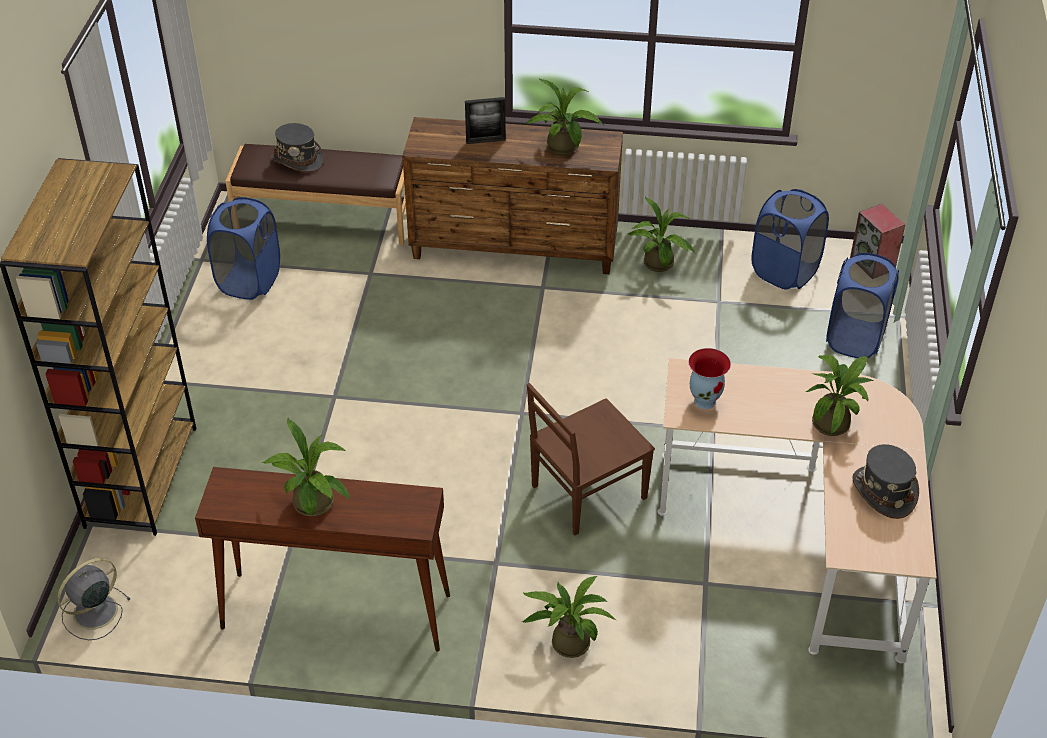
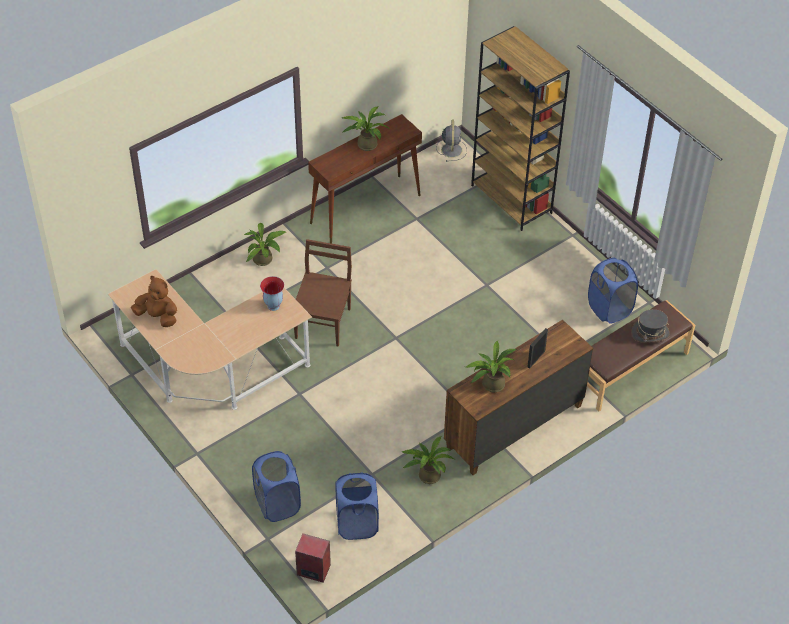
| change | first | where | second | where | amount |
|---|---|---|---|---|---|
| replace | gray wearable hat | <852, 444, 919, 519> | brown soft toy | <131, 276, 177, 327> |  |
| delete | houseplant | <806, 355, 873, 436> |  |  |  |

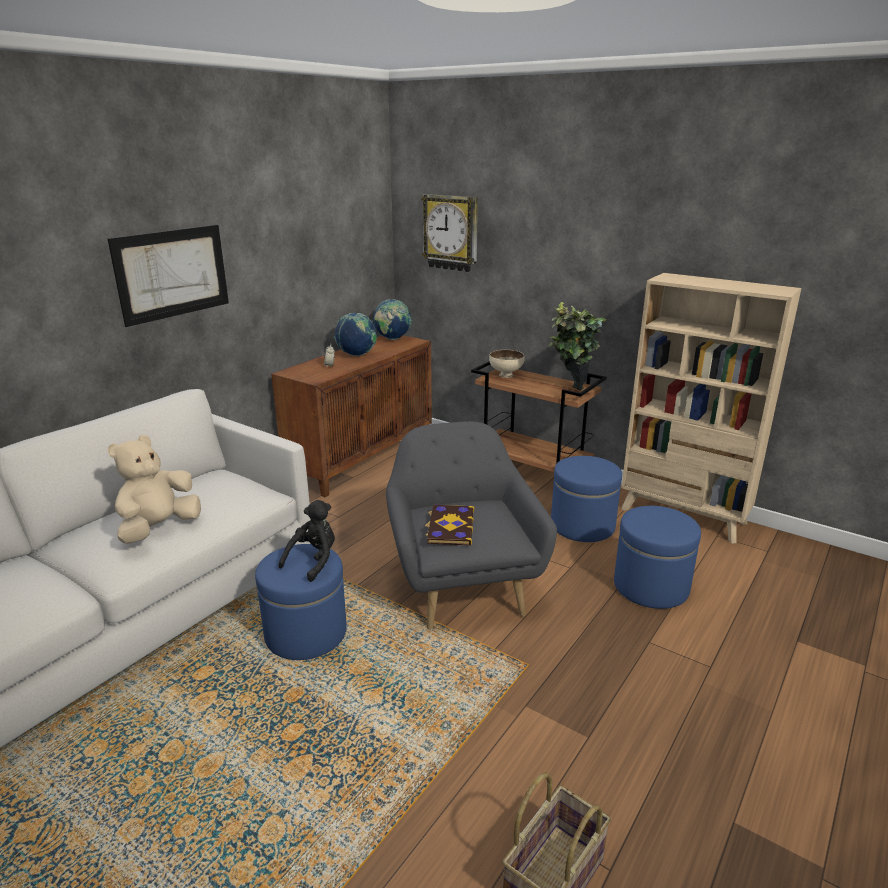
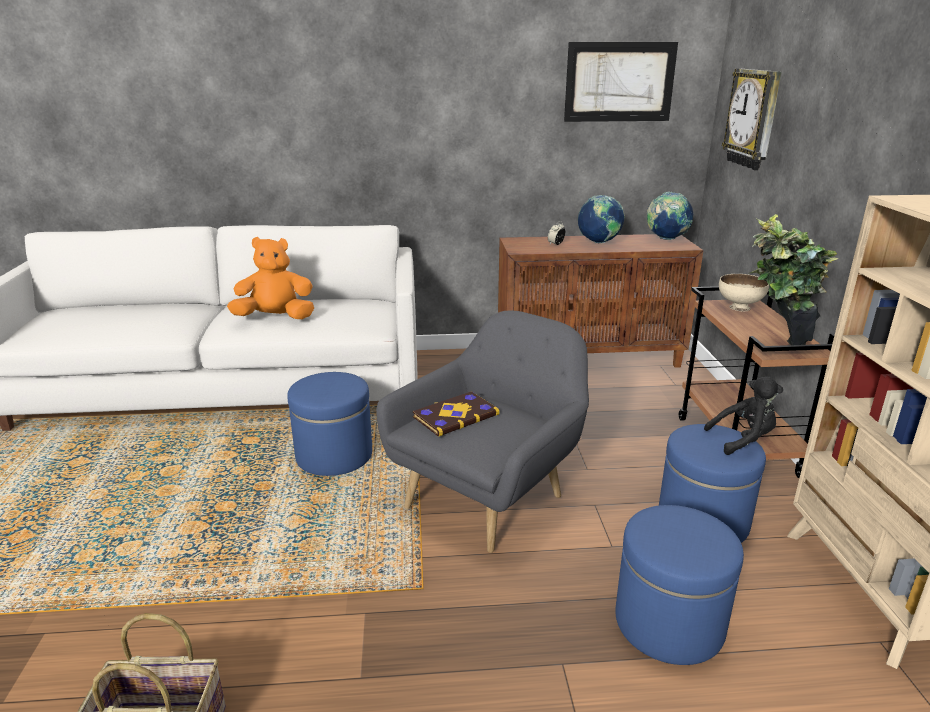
| change | first | where | second | where | amount |
|---|---|---|---|---|---|
| recolor | beige-coloured soft toy | <108, 435, 201, 544> | orangey soft toy | <227, 237, 314, 319> |  |
| move | wall art | <108, 225, 229, 327> |  | <564, 42, 678, 122> |  |
| move | black-coloured soft toy | <278, 500, 335, 582> |  | <704, 377, 783, 455> |  |

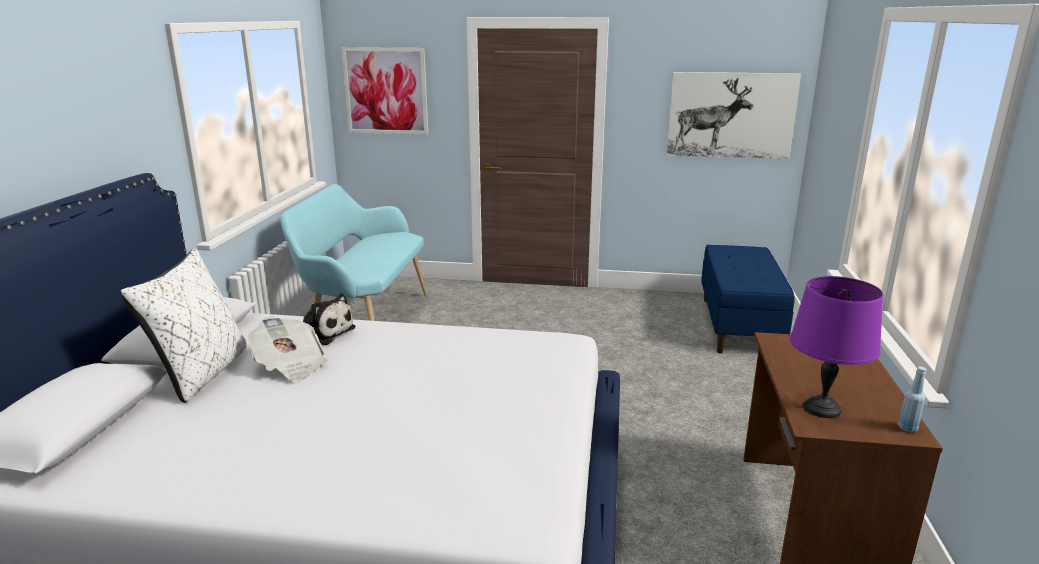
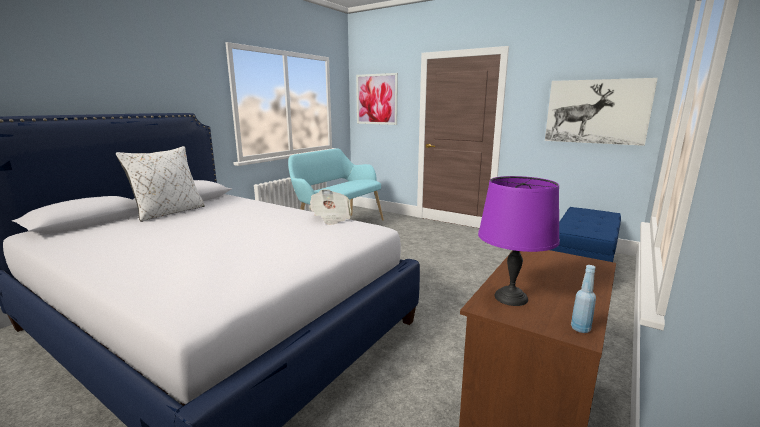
| change | first | where | second | where | amount |
|---|---|---|---|---|---|
| move | daily paper | <248, 317, 327, 382> |  | <309, 189, 351, 225> |  |
| delete | soft toy | <303, 293, 356, 345> |  |  |  |

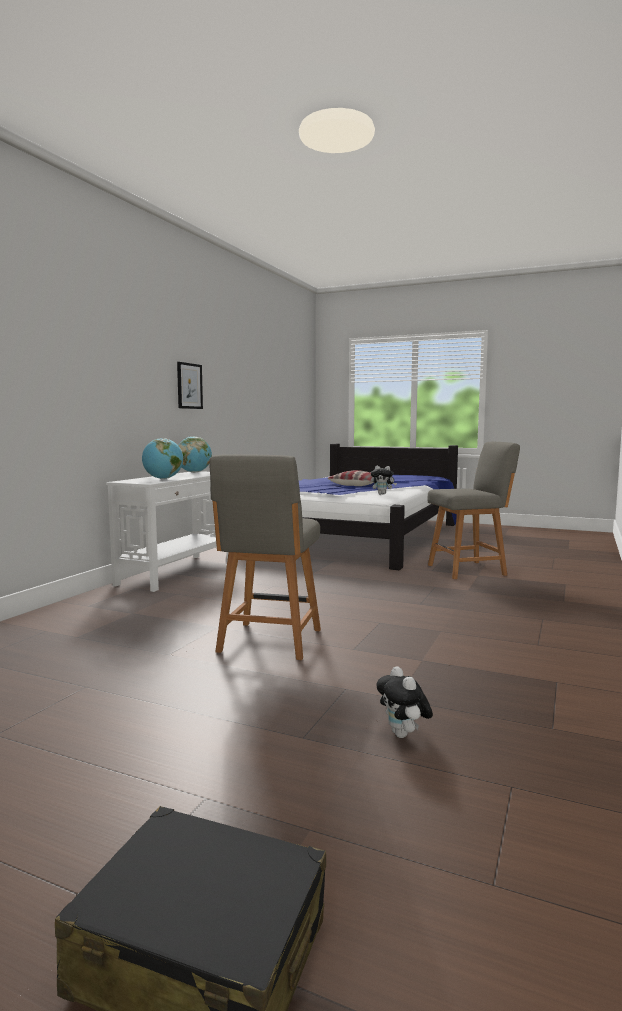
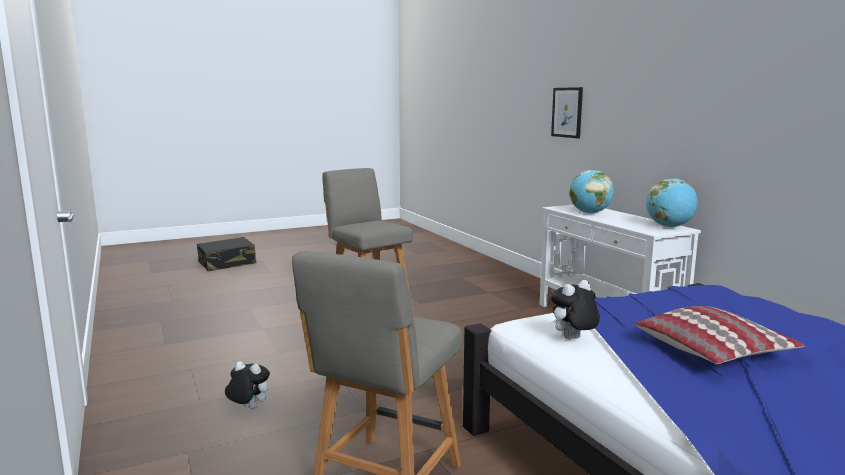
| change | first | where | second | where | amount |
|---|---|---|---|---|---|
| move | soft toy | <376, 666, 433, 738> |  | <225, 361, 270, 409> |  |
| move | wall art | <177, 362, 203, 409> |  | <551, 87, 583, 138> |  |

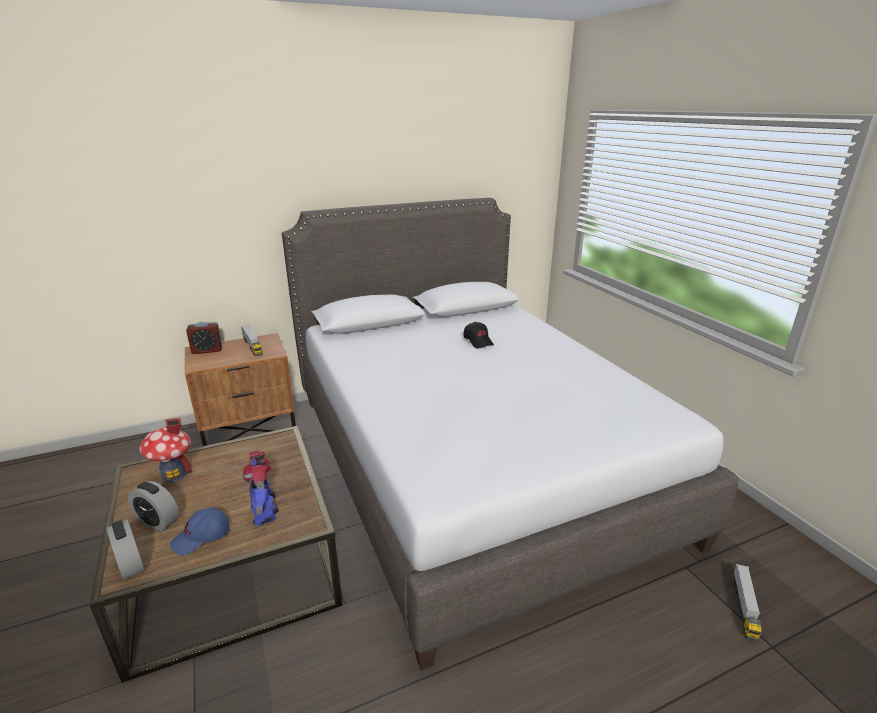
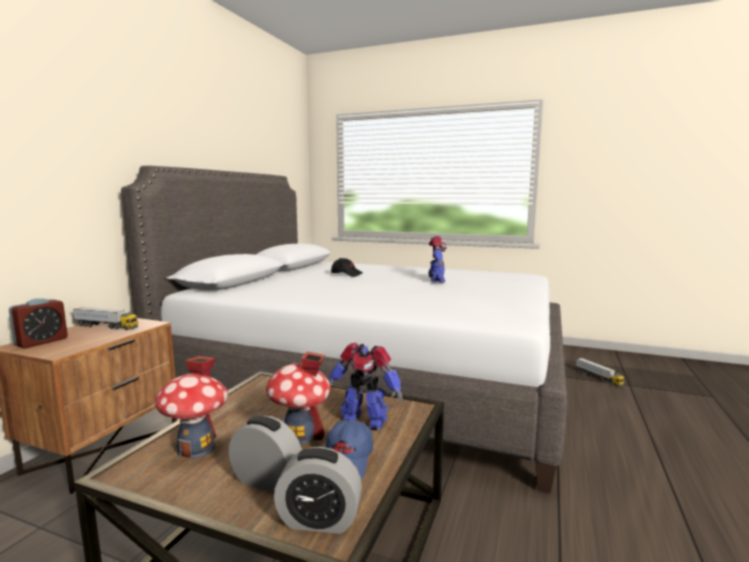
| change | first | where | second | where | amount |
|---|---|---|---|---|---|
| rotate | alarm clock | <128, 481, 179, 531> |  | <228, 416, 302, 493> | 135 degrees counterclockwise |
| insert |  |  | toy house | <266, 351, 330, 444> |  |
| insert |  |  | model robot | <428, 236, 446, 283> |  |

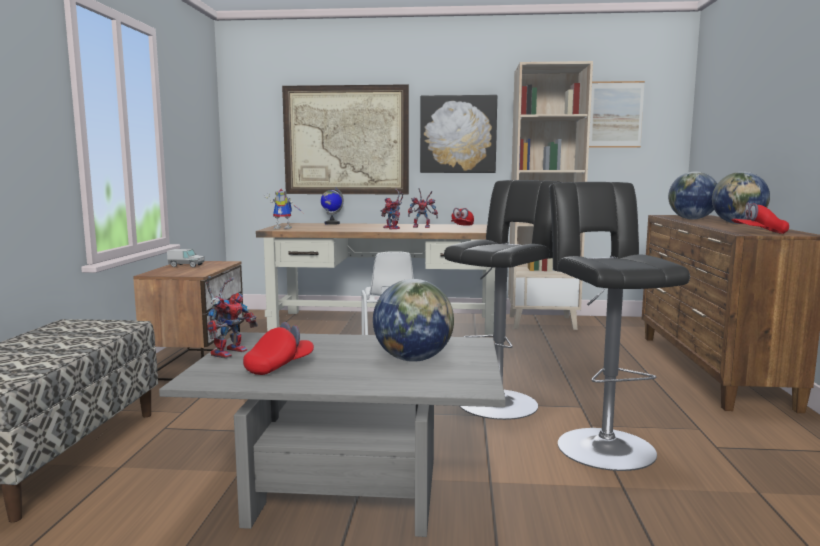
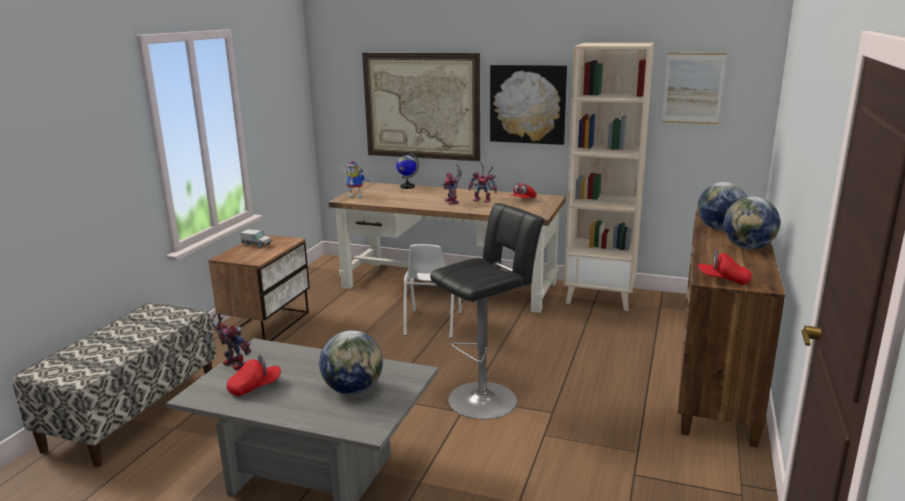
| change | first | where | second | where | amount |
|---|---|---|---|---|---|
| rotate | model robot | <206, 276, 258, 359> |  | <211, 314, 252, 371> | 90 degrees counterclockwise |
| delete | black-coloured sitting stool | <549, 182, 690, 471> |  |  |  |

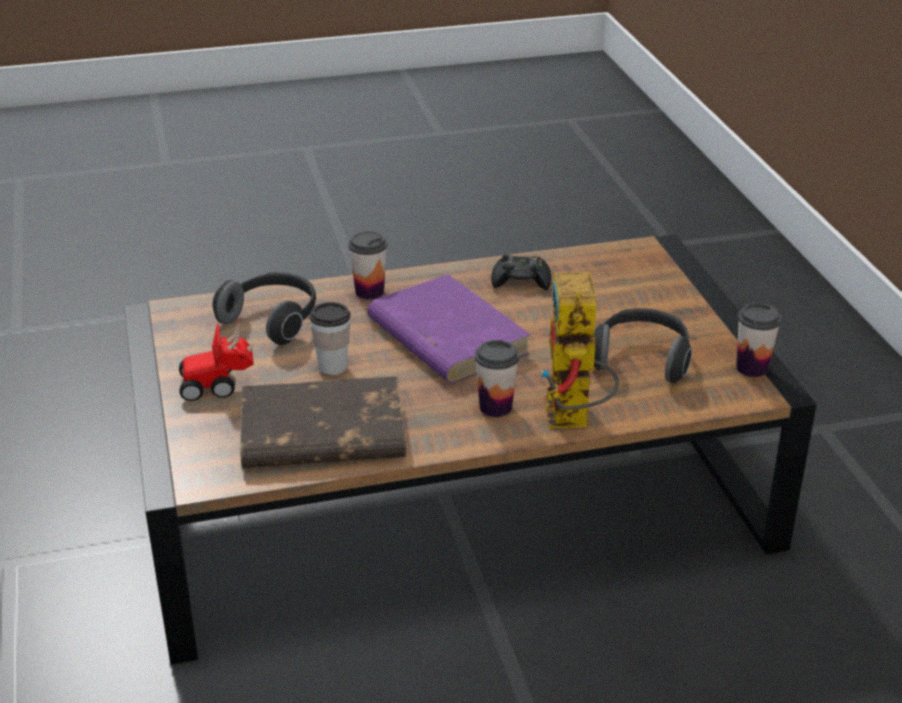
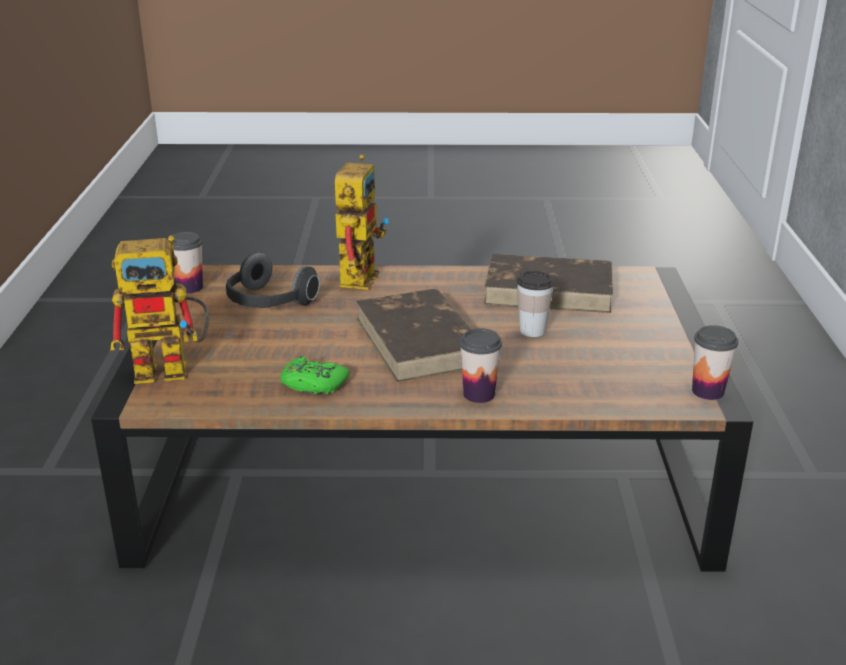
| change | first | where | second | where | amount |
|---|---|---|---|---|---|
| insert |  |  | model robot | <110, 235, 209, 384> |  |
| recolor | black-coloured game controller | <491, 254, 551, 290> | greenish game controller | <280, 356, 350, 394> |  |
| recolor | purplish volume | <367, 274, 531, 384> | brown volume | <356, 289, 471, 382> |  |
| move | drinking cup | <475, 340, 519, 417> |  | <692, 325, 738, 400> |  |
| delete | model car | <179, 319, 254, 401> |  |  |  |
| delete | pair of headphones | <212, 272, 316, 345> |  |  |  |

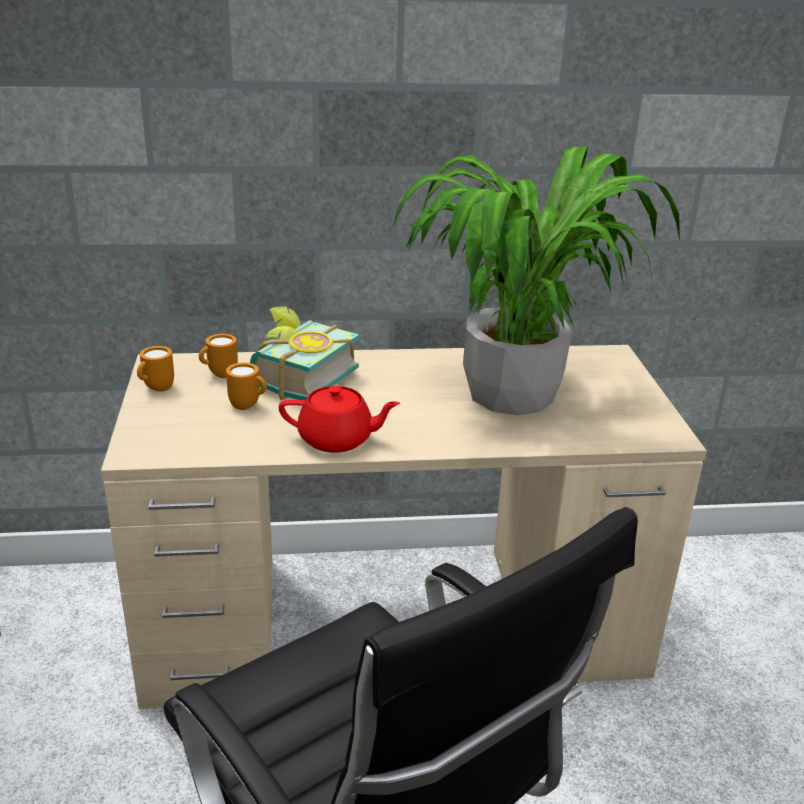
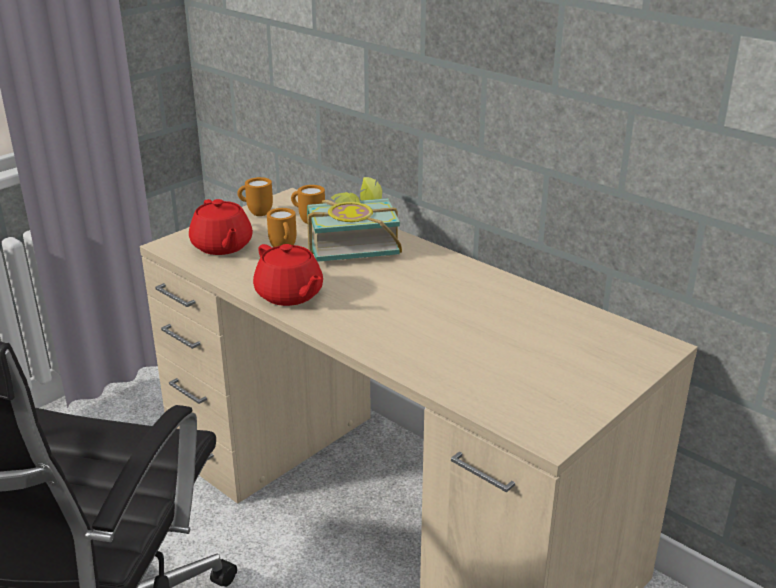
| change | first | where | second | where | amount |
|---|---|---|---|---|---|
| insert |  |  | red-coloured teapot | <189, 199, 253, 255> |  |
| delete | houseplant | <393, 146, 680, 415> |  |  |  |

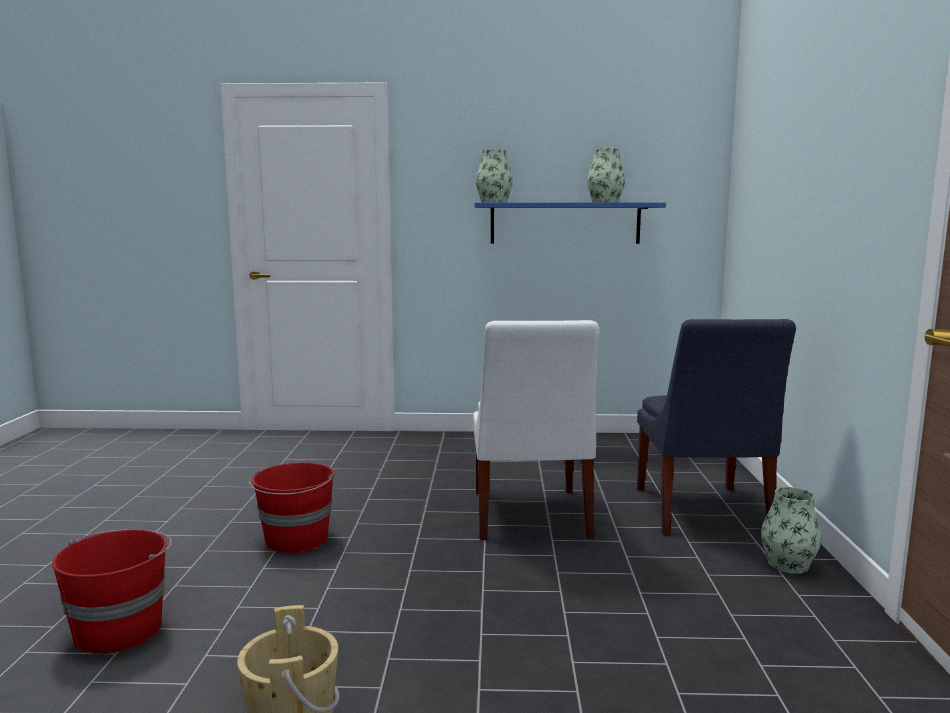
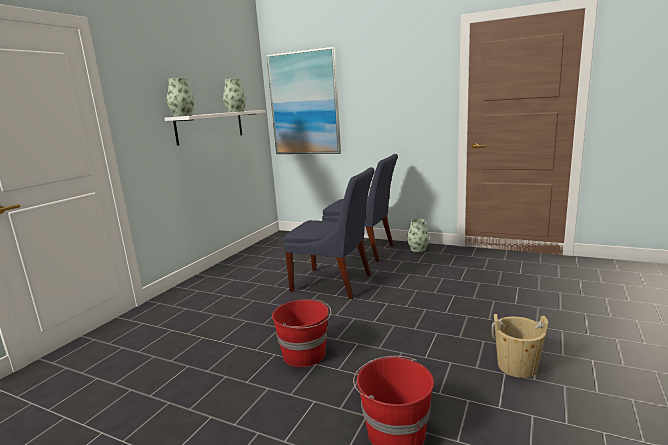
| change | first | where | second | where | amount |
|---|---|---|---|---|---|
| recolor | bluish wall shelf | <475, 202, 666, 244> | white-coloured wall shelf | <164, 110, 266, 146> |  |
| insert |  |  | wall art | <266, 47, 341, 154> |  |
| recolor | white-coloured chair | <473, 320, 599, 540> | bluish chair | <284, 167, 375, 299> |  |

